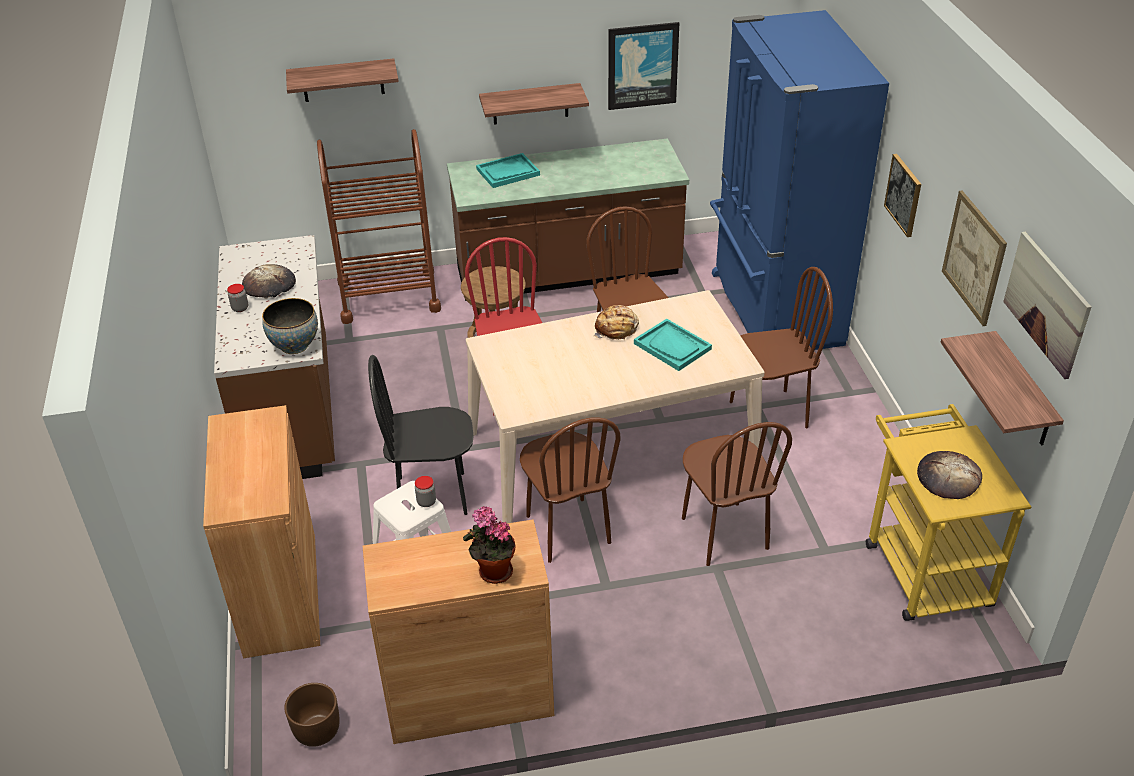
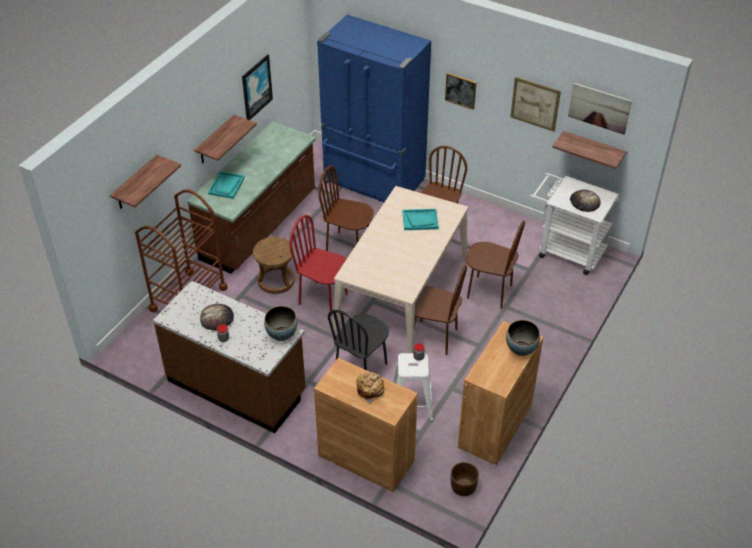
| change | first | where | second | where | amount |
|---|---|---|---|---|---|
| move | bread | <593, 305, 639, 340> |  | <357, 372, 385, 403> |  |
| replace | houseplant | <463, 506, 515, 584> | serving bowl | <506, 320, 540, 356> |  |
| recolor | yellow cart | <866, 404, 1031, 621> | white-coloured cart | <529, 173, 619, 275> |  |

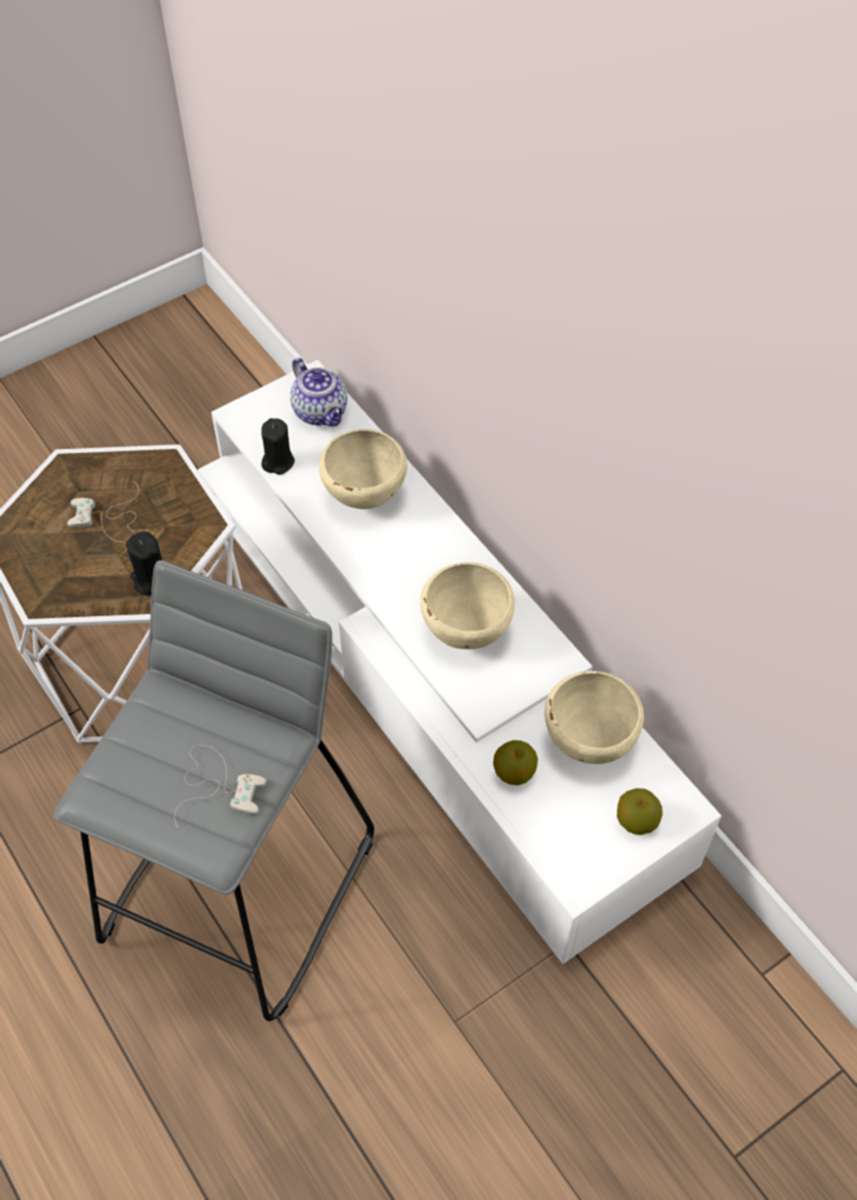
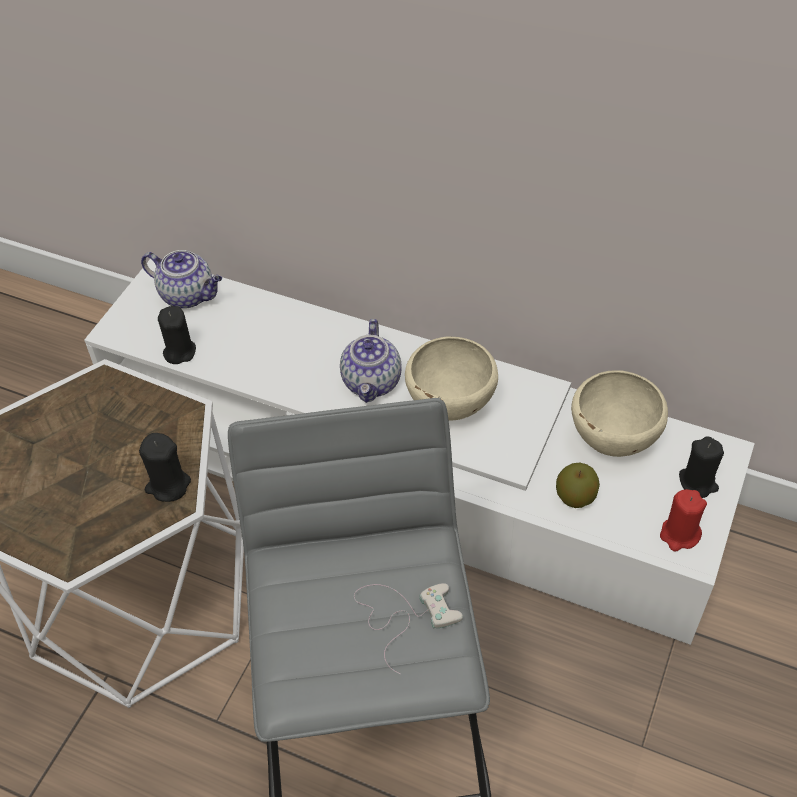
| change | first | where | second | where | amount |
|---|---|---|---|---|---|
| insert |  |  | teapot | <340, 319, 402, 403> |  |
| insert |  |  | red-coloured wax candle | <660, 489, 707, 552> |  |
| replace | apple fruit | <617, 788, 663, 835> | black-coloured wax candle | <679, 436, 724, 498> |  |
| delete | white-coloured game controller | <67, 484, 139, 543> |  |  |  |
| delete | beige-coloured serving bowl | <319, 429, 407, 509> |  |  |  |

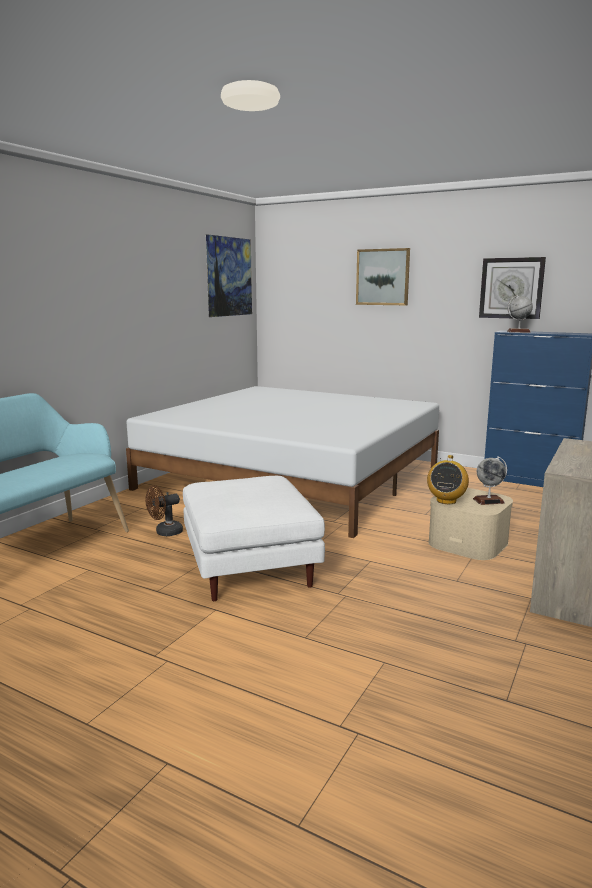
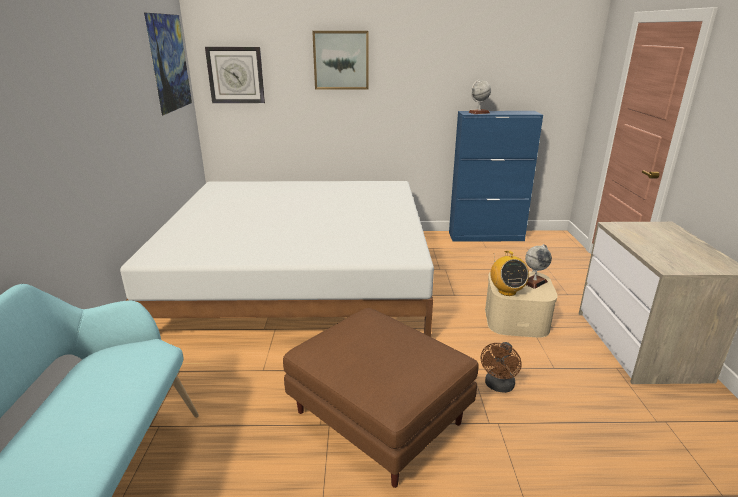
| change | first | where | second | where | amount |
|---|---|---|---|---|---|
| move | clock on the wall | <479, 257, 546, 319> |  | <205, 47, 265, 103> |  |
| recolor | white-coloured pouffe | <183, 476, 325, 601> | brown pouffe | <283, 308, 479, 488> |  |
| move | brown fan | <145, 486, 183, 536> |  | <481, 342, 521, 393> |  |

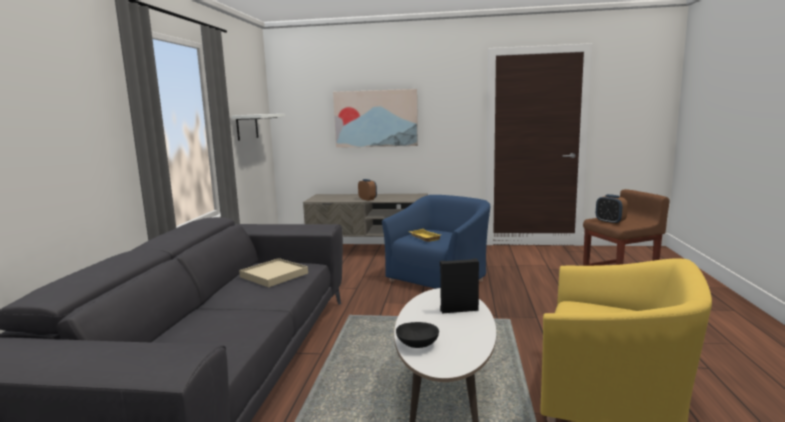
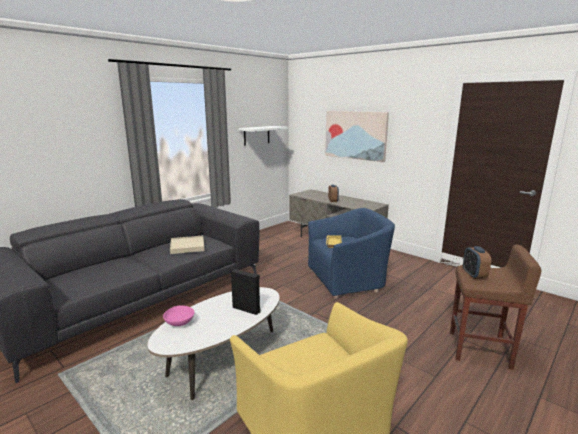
| change | first | where | second | where | amount |
|---|---|---|---|---|---|
| recolor | black-coloured serving bowl | <396, 322, 439, 348> | pink serving bowl | <163, 305, 195, 326> |  |

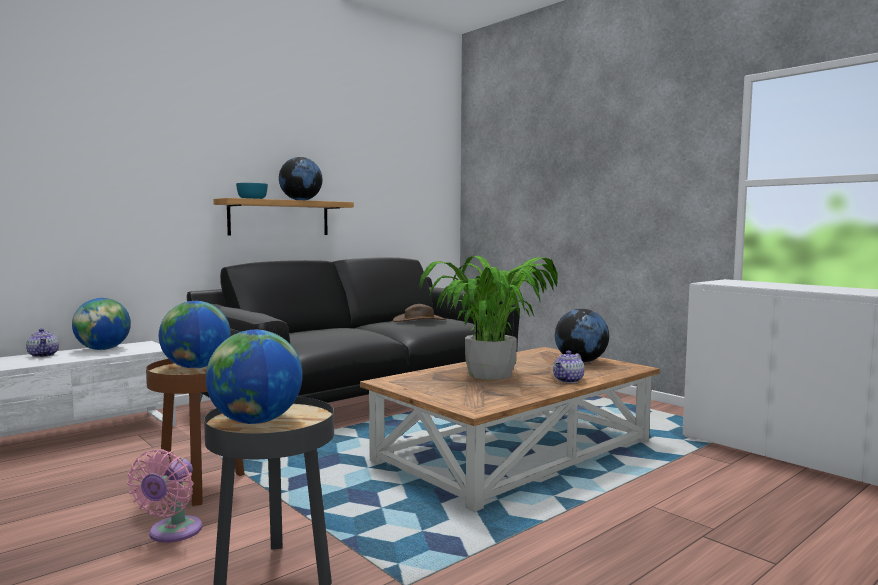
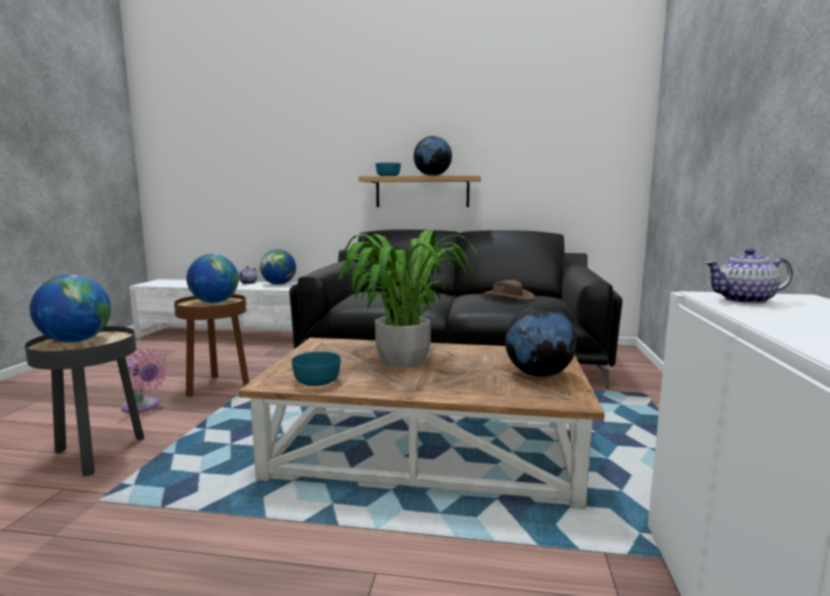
| change | first | where | second | where | amount |
|---|---|---|---|---|---|
| rotate | pink fan | <127, 449, 202, 543> |  | <122, 348, 168, 413> | 120 degrees counterclockwise |
| insert |  |  | turquoise serving bowl | <291, 351, 341, 386> |  |
| move | teapot | <553, 351, 585, 383> |  | <705, 249, 793, 304> |  |

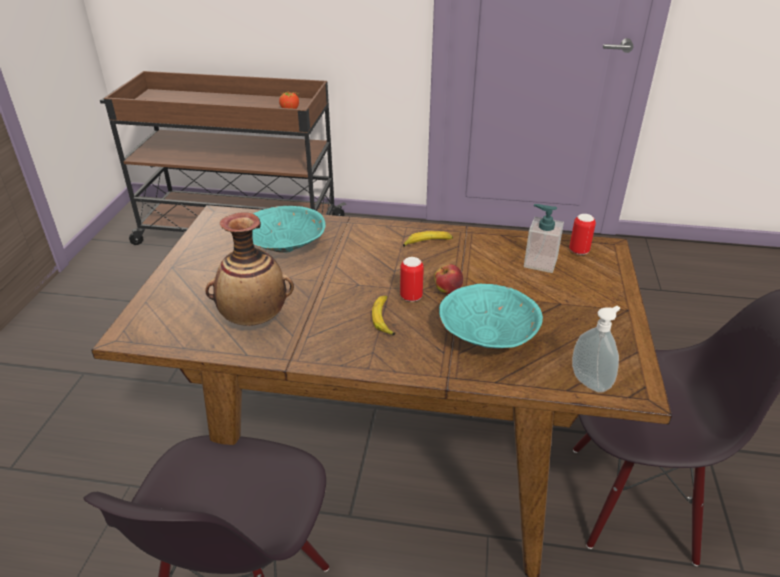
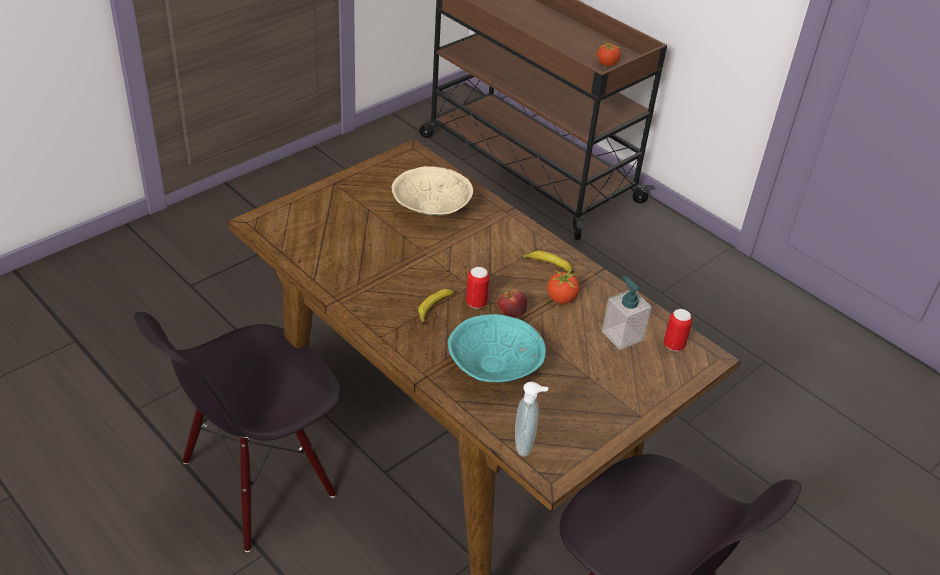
| change | first | where | second | where | amount |
|---|---|---|---|---|---|
| recolor | turquoise serving bowl | <252, 206, 326, 253> | beige-coloured serving bowl | <392, 166, 473, 216> |  |
| insert |  |  | tomato | <547, 270, 580, 304> |  |
| delete | vase | <205, 212, 294, 326> |  |  |  |

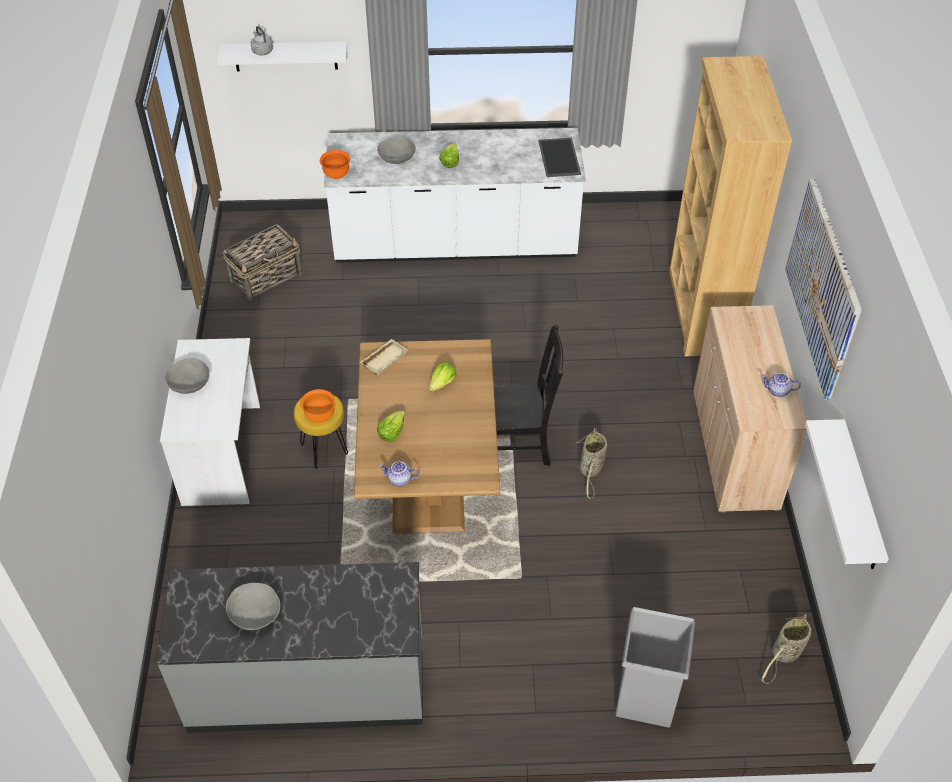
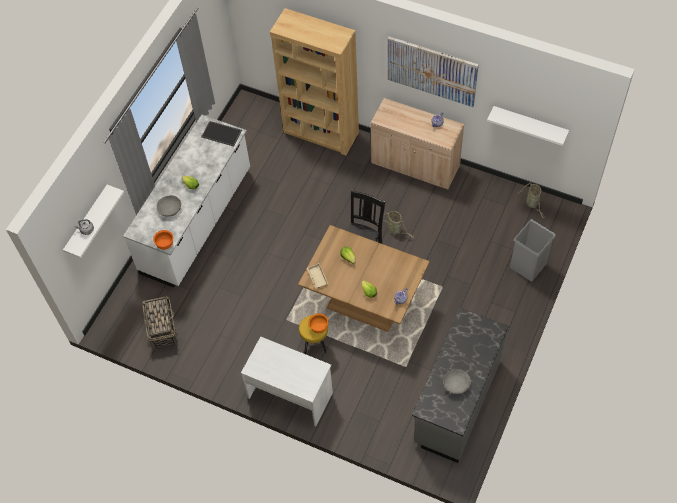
| change | first | where | second | where | amount |
|---|---|---|---|---|---|
| delete | gray serving bowl | <165, 358, 210, 394> |  |  |  |

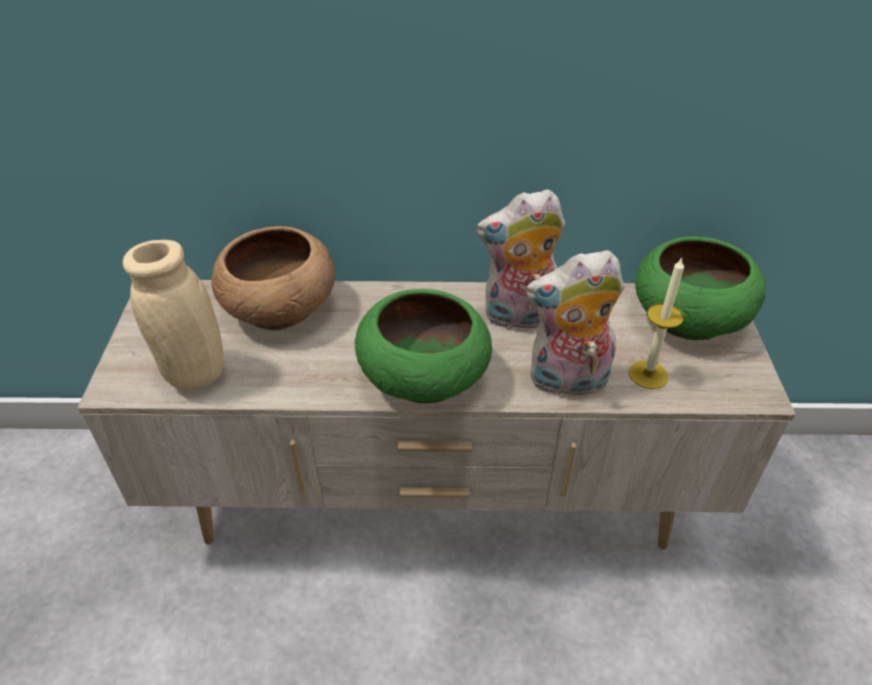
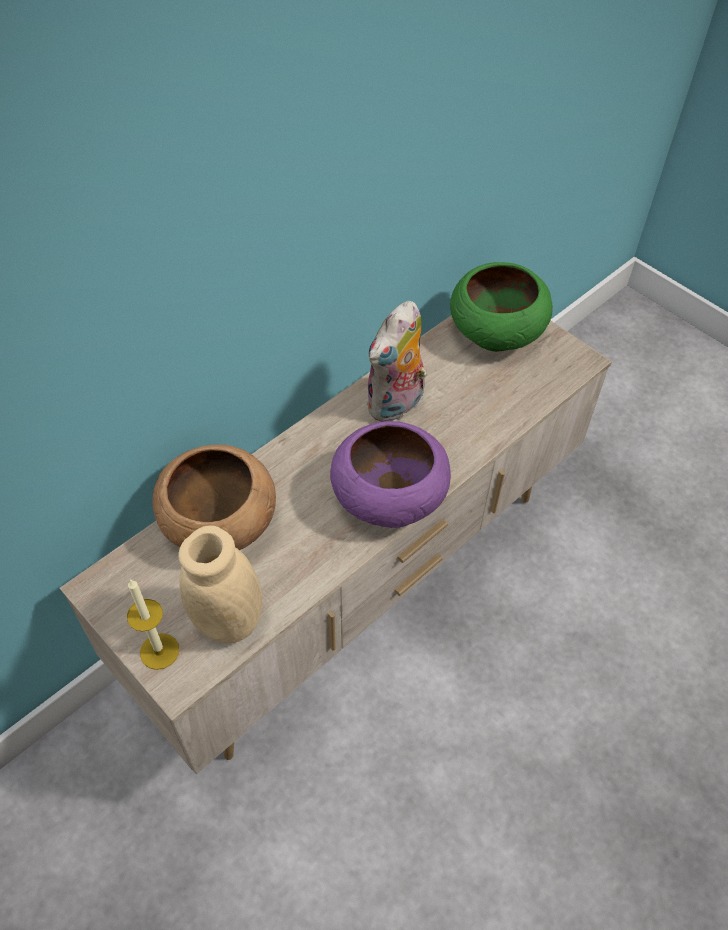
| change | first | where | second | where | amount |
|---|---|---|---|---|---|
| move | wax candle | <629, 258, 684, 389> |  | <127, 579, 179, 670> |  |
| recolor | greenish serving bowl | <355, 289, 492, 403> | purplish serving bowl | <330, 421, 451, 528> |  |
| delete | soft toy | <526, 250, 625, 396> |  |  |  |

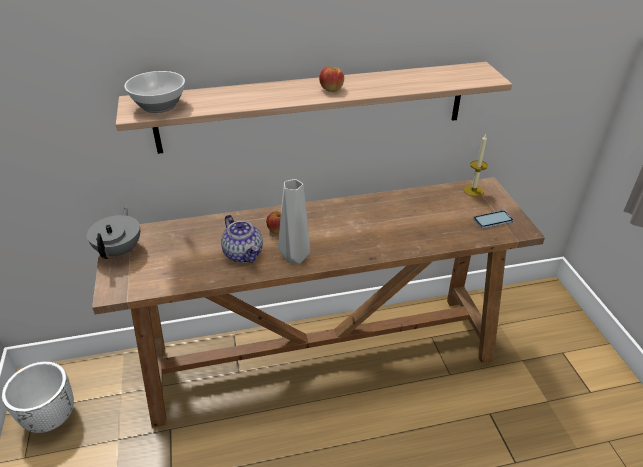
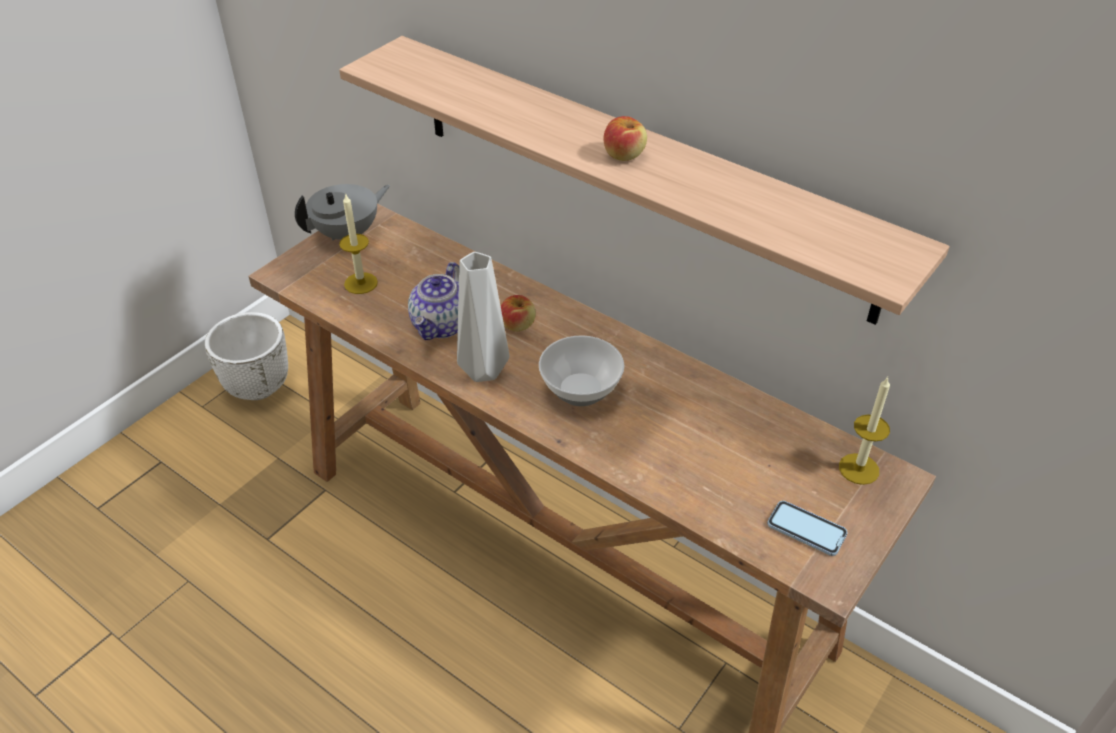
| change | first | where | second | where | amount |
|---|---|---|---|---|---|
| insert |  |  | wax candle | <339, 193, 378, 294> |  |
| move | serving bowl | <124, 71, 185, 113> |  | <539, 335, 624, 406> |  |

